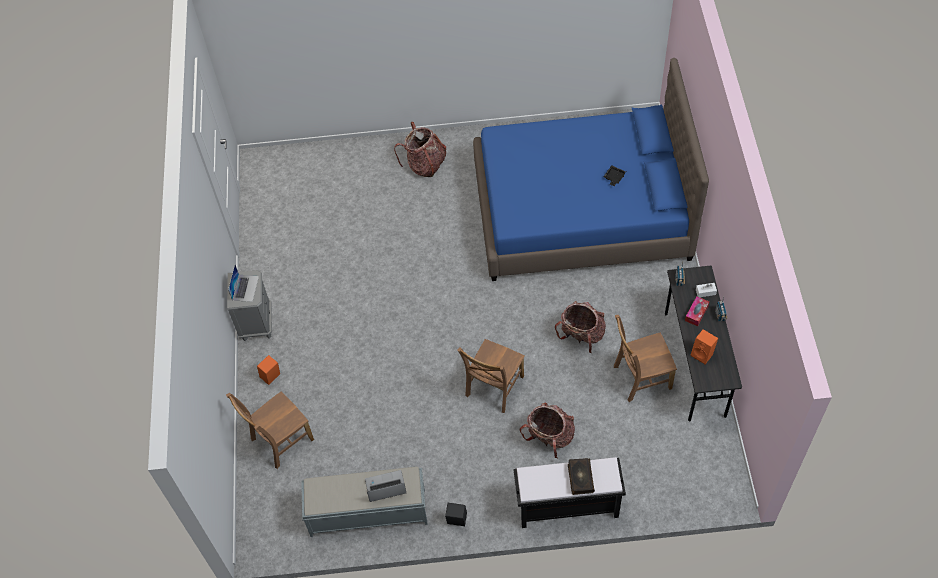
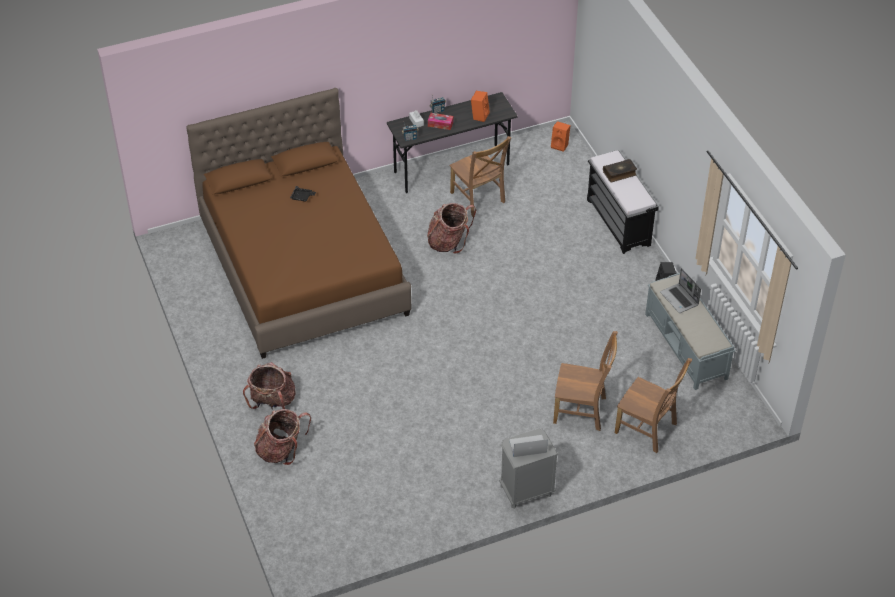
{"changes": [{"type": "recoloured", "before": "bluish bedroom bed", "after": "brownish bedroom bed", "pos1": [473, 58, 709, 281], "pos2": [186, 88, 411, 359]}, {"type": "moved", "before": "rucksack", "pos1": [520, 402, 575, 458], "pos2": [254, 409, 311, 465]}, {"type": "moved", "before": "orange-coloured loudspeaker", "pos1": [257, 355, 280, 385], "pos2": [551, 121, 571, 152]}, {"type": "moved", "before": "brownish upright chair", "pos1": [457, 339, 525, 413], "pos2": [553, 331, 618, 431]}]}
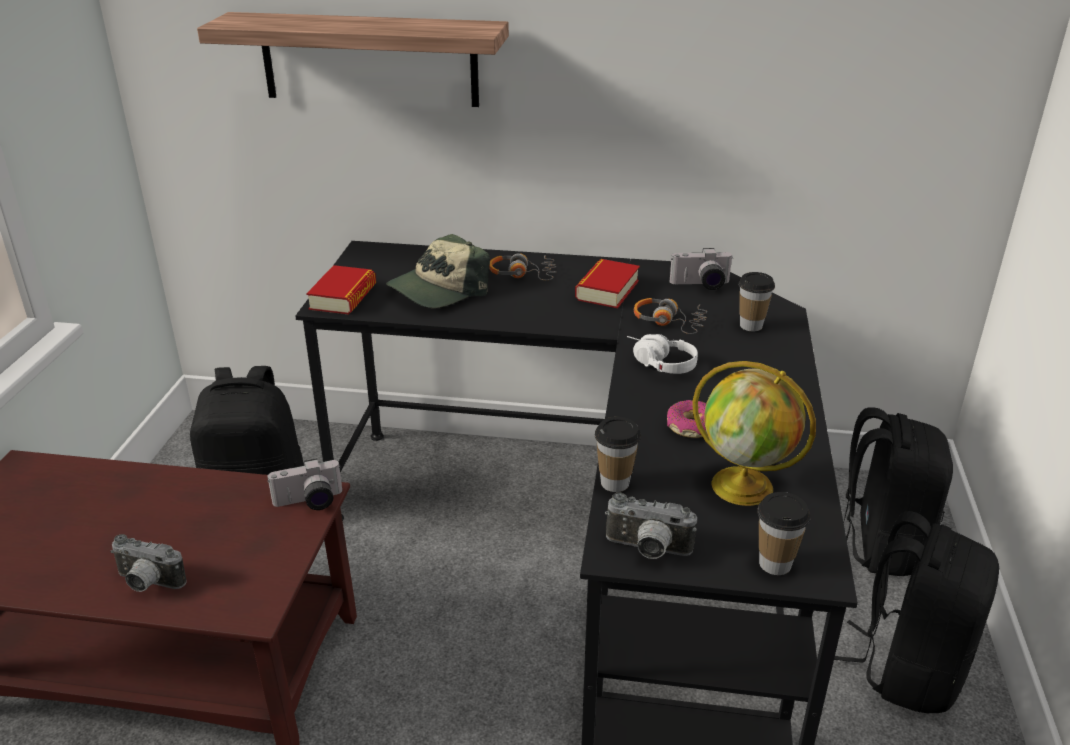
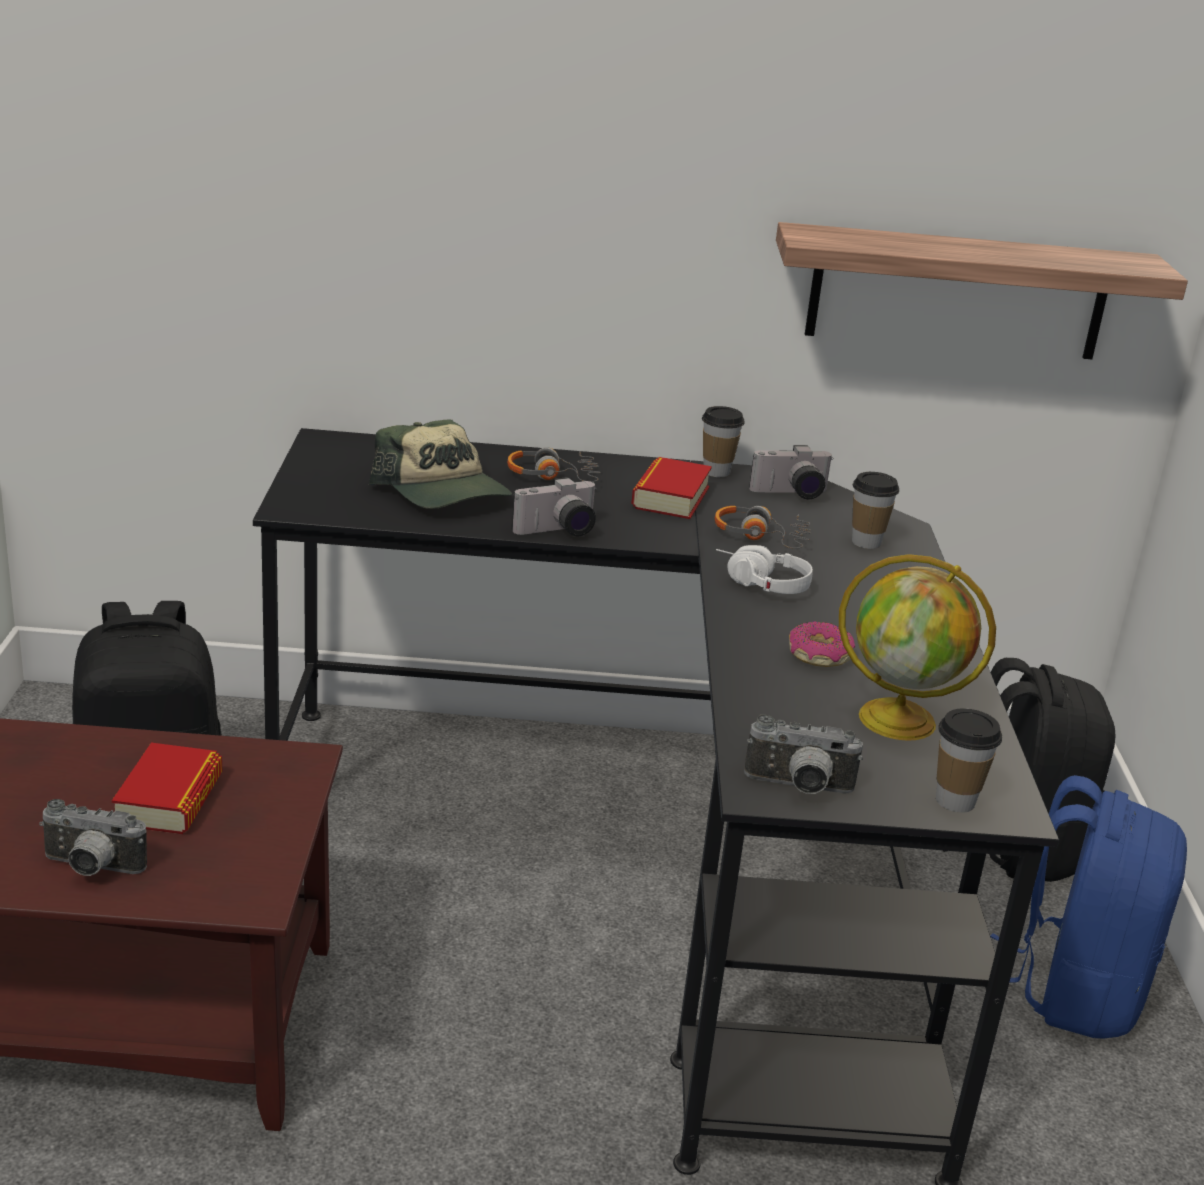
{"changes": [{"type": "moved", "before": "book", "pos1": [306, 265, 376, 315], "pos2": [112, 743, 222, 834]}, {"type": "turned", "before": "baseball cap", "pos1": [386, 234, 490, 308], "pos2": [369, 419, 512, 509], "turn": -75}, {"type": "moved", "before": "still camera", "pos1": [267, 458, 342, 510], "pos2": [512, 477, 597, 536]}, {"type": "moved", "before": "small cup", "pos1": [595, 417, 641, 492], "pos2": [702, 406, 745, 477]}, {"type": "moved", "before": "shelf", "pos1": [197, 12, 509, 107], "pos2": [776, 222, 1188, 359]}, {"type": "recoloured", "before": "blackish rucksack", "after": "bluish rucksack", "pos1": [834, 511, 999, 713], "pos2": [990, 775, 1187, 1038]}]}
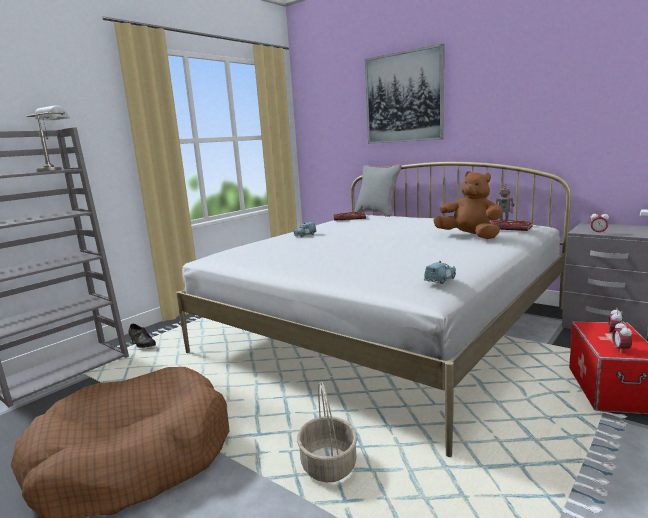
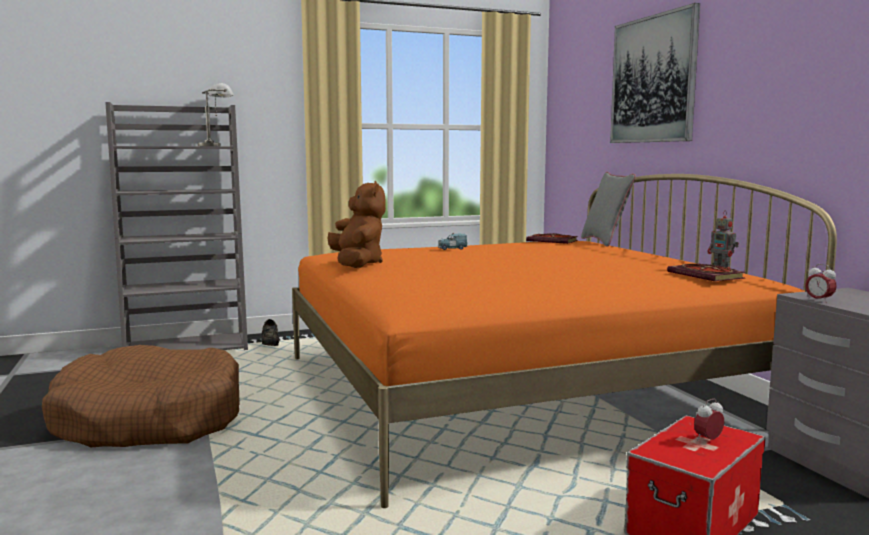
{"changes": [{"type": "recoloured", "before": "white bedroom bed", "after": "orange-coloured bedroom bed", "pos1": [176, 162, 571, 457], "pos2": [292, 174, 837, 508]}, {"type": "moved", "before": "brownish plush toy", "pos1": [433, 171, 503, 239], "pos2": [327, 181, 386, 268]}, {"type": "removed", "before": "basket", "pos1": [297, 382, 357, 482]}, {"type": "removed", "before": "bluish toy car", "pos1": [424, 261, 456, 284]}, {"type": "removed", "before": "alarm clock", "pos1": [612, 321, 632, 354]}]}
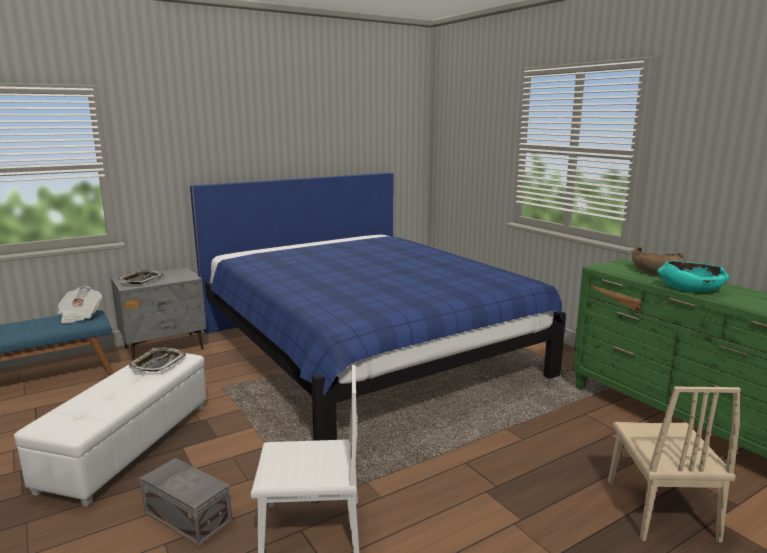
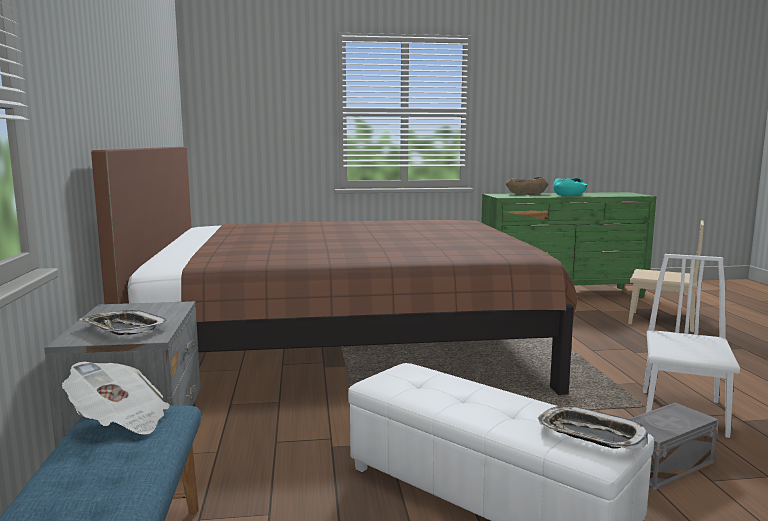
{"changes": [{"type": "recoloured", "before": "bluish bedroom bed", "after": "brownish bedroom bed", "pos1": [190, 173, 566, 441], "pos2": [91, 147, 578, 395]}, {"type": "moved", "before": "carrying tray", "pos1": [129, 347, 186, 373], "pos2": [537, 406, 648, 449]}]}
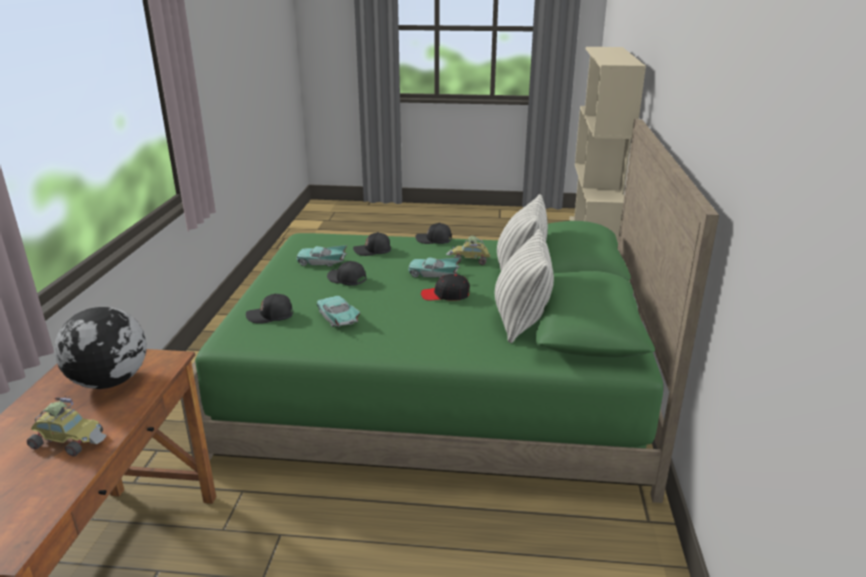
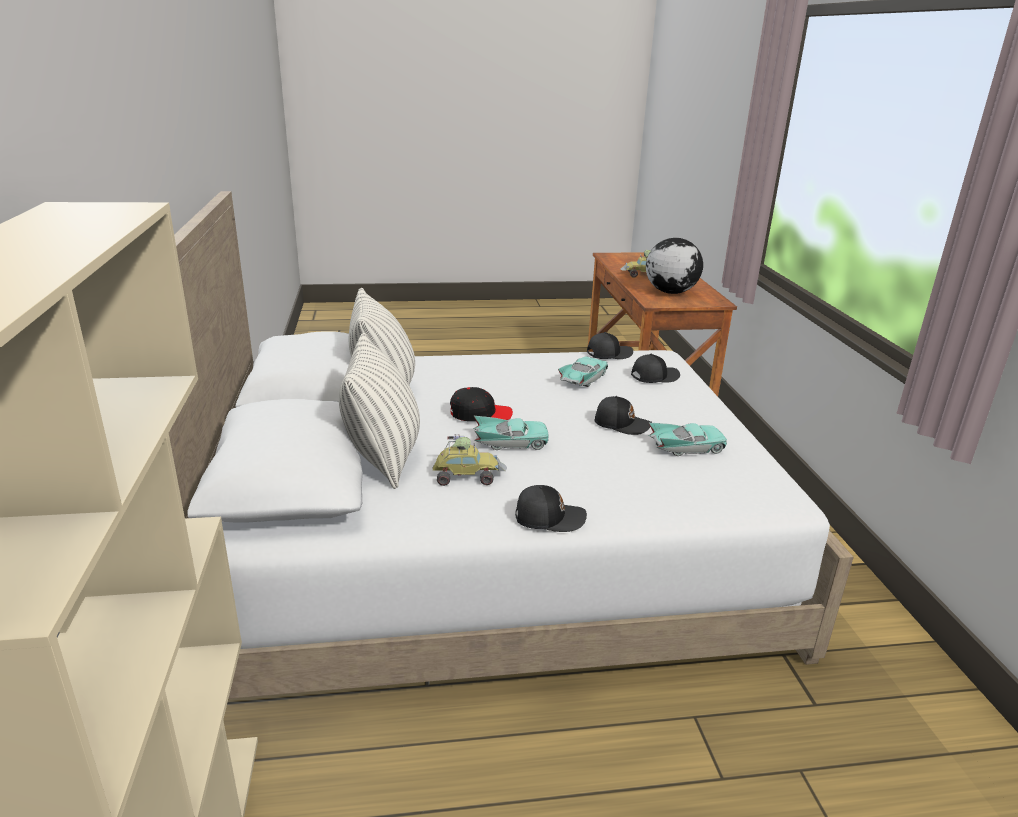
{"changes": [{"type": "recoloured", "before": "greenish bedroom bed", "after": "white bedroom bed", "pos1": [181, 119, 719, 503], "pos2": [169, 191, 854, 699]}, {"type": "turned", "before": "turquoise toy car", "pos1": [317, 296, 360, 327], "pos2": [558, 357, 608, 387], "turn": -105}, {"type": "moved", "before": "blackish baseball cap", "pos1": [353, 232, 391, 256], "pos2": [587, 332, 633, 359]}]}
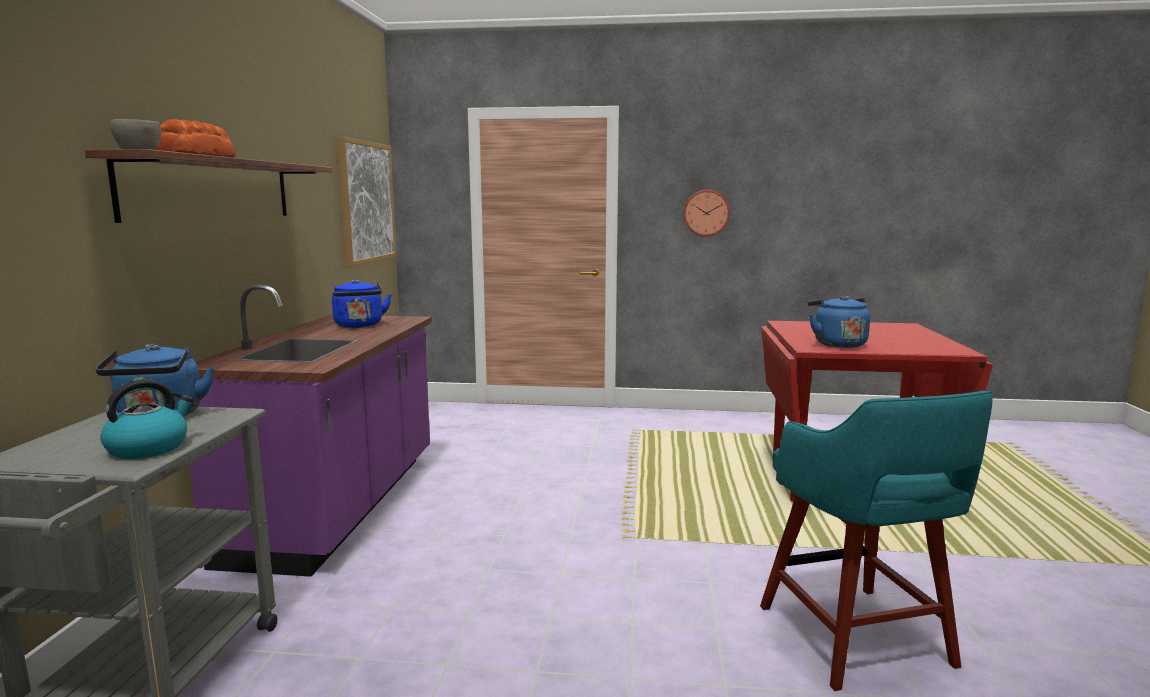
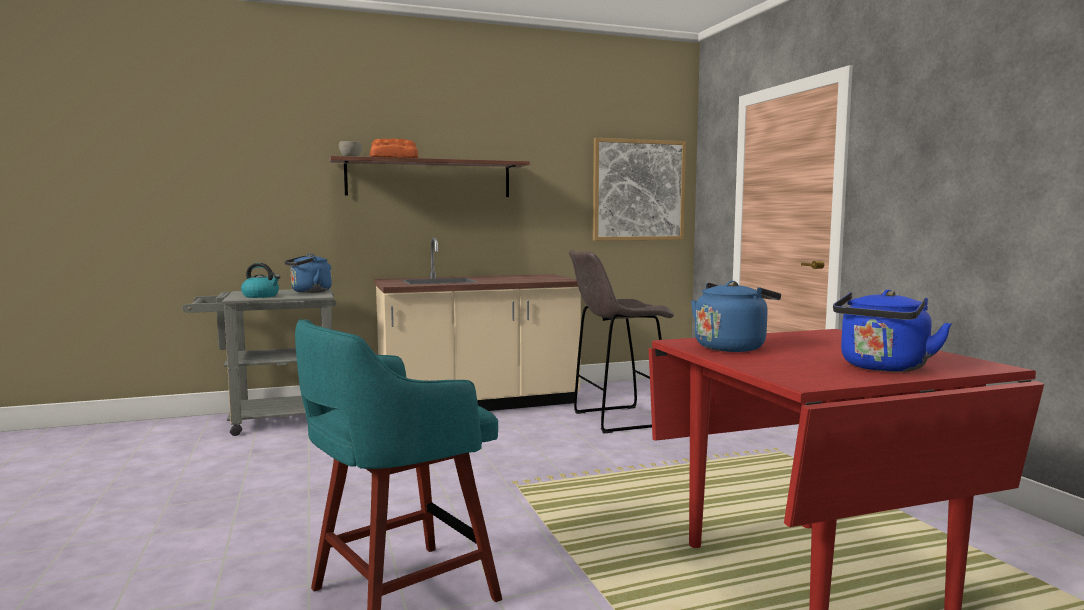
{"changes": [{"type": "recoloured", "before": "purplish kitchen base unit", "after": "beige kitchen base unit", "pos1": [189, 284, 432, 577], "pos2": [374, 237, 581, 411]}, {"type": "added", "after": "grey stool seat", "pos2": [569, 250, 674, 433]}, {"type": "moved", "before": "bluish kettle", "pos1": [332, 279, 392, 328], "pos2": [833, 290, 952, 372]}, {"type": "removed", "before": "hanging clock", "pos1": [683, 190, 730, 236]}]}
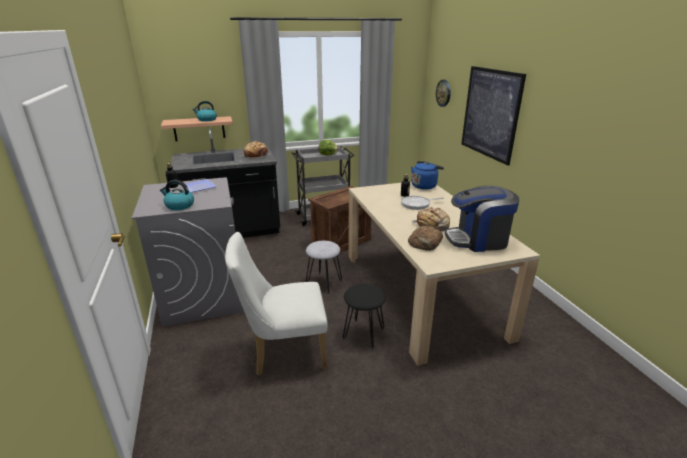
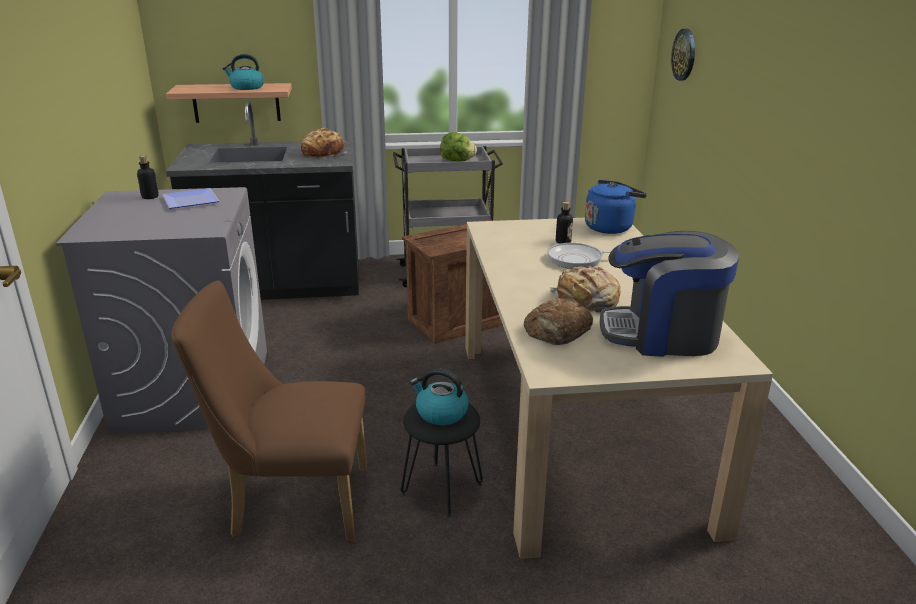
{"changes": [{"type": "recoloured", "before": "white upright chair", "after": "brownish upright chair", "pos1": [225, 232, 328, 375], "pos2": [171, 280, 367, 542]}, {"type": "moved", "before": "kettle", "pos1": [160, 180, 194, 210], "pos2": [410, 368, 469, 425]}, {"type": "removed", "before": "grey stool seat", "pos1": [306, 241, 342, 294]}, {"type": "removed", "before": "wall art", "pos1": [461, 66, 526, 165]}]}
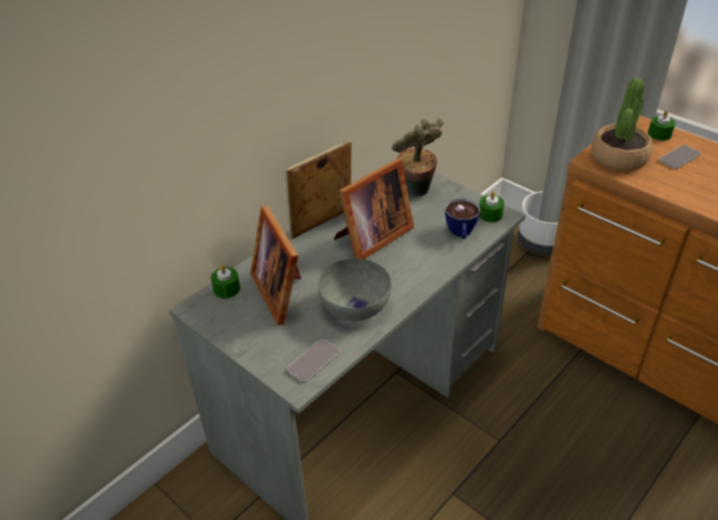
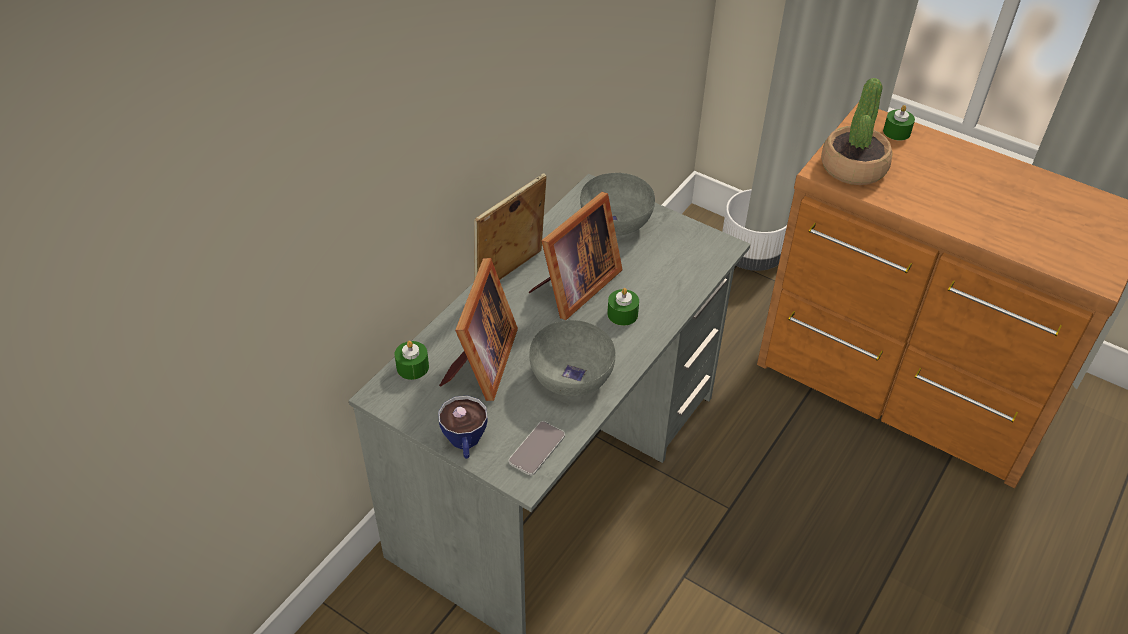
{"changes": [{"type": "moved", "before": "small cup", "pos1": [445, 198, 481, 239], "pos2": [438, 395, 488, 459]}, {"type": "turned", "before": "photo frame", "pos1": [250, 206, 301, 325], "pos2": [439, 258, 518, 401], "turn": -135}, {"type": "replaced", "before": "potted plant", "after": "grey serving bowl", "pos1": [392, 118, 444, 196], "pos2": [580, 173, 655, 235]}, {"type": "moved", "before": "greenish candle", "pos1": [479, 191, 504, 222], "pos2": [607, 288, 639, 326]}, {"type": "removed", "before": "telephone", "pos1": [659, 145, 701, 169]}]}
